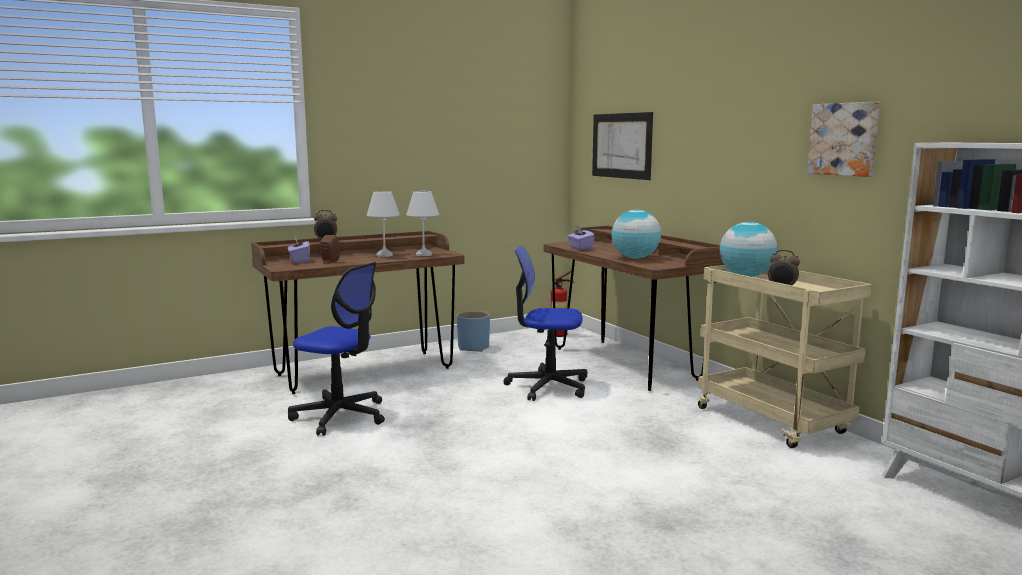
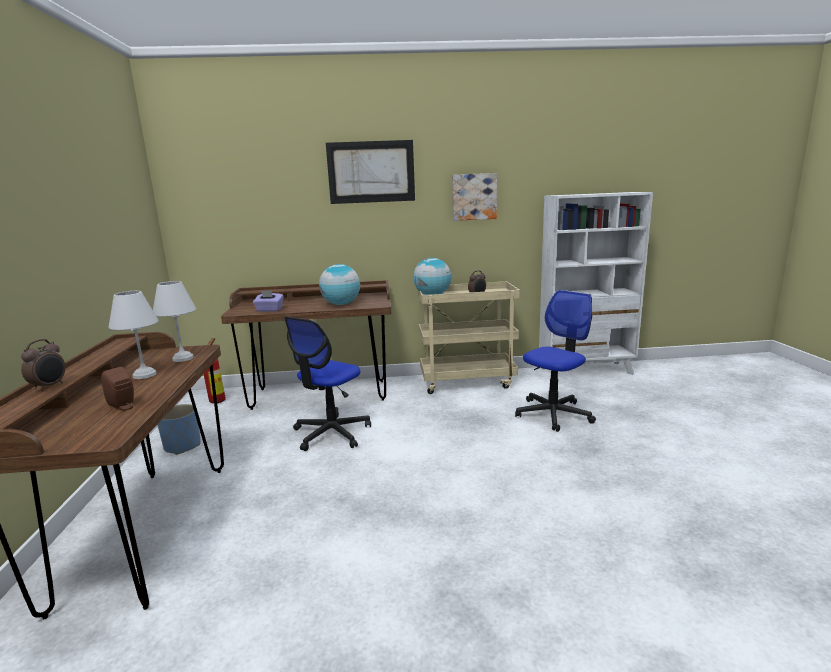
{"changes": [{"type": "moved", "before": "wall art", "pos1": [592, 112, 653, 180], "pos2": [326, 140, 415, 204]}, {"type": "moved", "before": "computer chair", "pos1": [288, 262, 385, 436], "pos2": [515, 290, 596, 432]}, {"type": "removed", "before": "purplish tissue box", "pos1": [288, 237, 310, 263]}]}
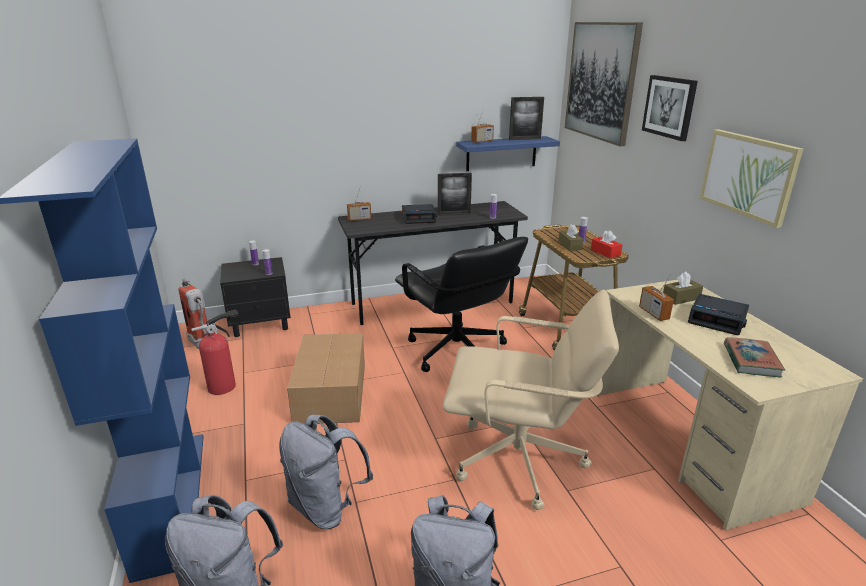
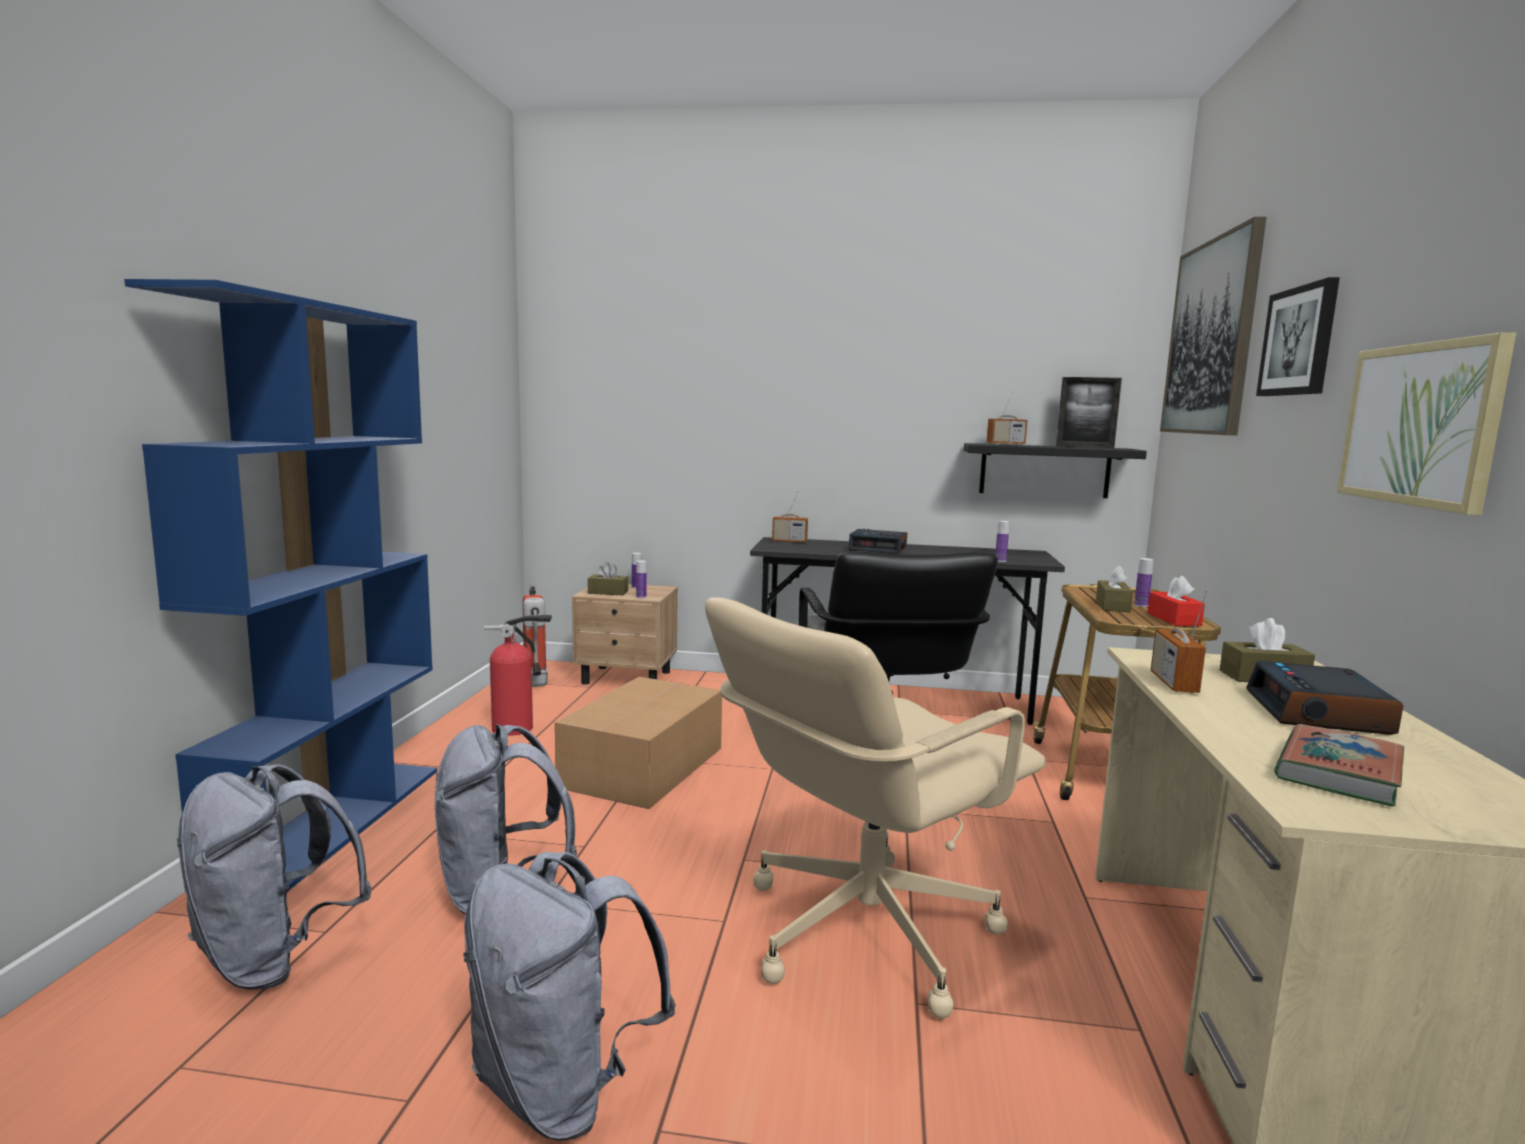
{"changes": [{"type": "recoloured", "before": "blackish night table", "after": "beige night table", "pos1": [220, 257, 291, 337], "pos2": [572, 584, 678, 685]}, {"type": "added", "after": "brownish tissue box", "pos2": [588, 562, 628, 595]}, {"type": "turned", "before": "beige computer chair", "pos1": [443, 290, 619, 510], "pos2": [705, 597, 1046, 1018], "turn": 105}, {"type": "recoloured", "before": "bluish shelf", "after": "blackish shelf", "pos1": [456, 136, 560, 171], "pos2": [964, 443, 1147, 498]}, {"type": "turned", "before": "alarm clock", "pos1": [688, 294, 749, 335], "pos2": [1246, 661, 1403, 735], "turn": 45}, {"type": "removed", "before": "photo frame", "pos1": [438, 173, 472, 216]}]}
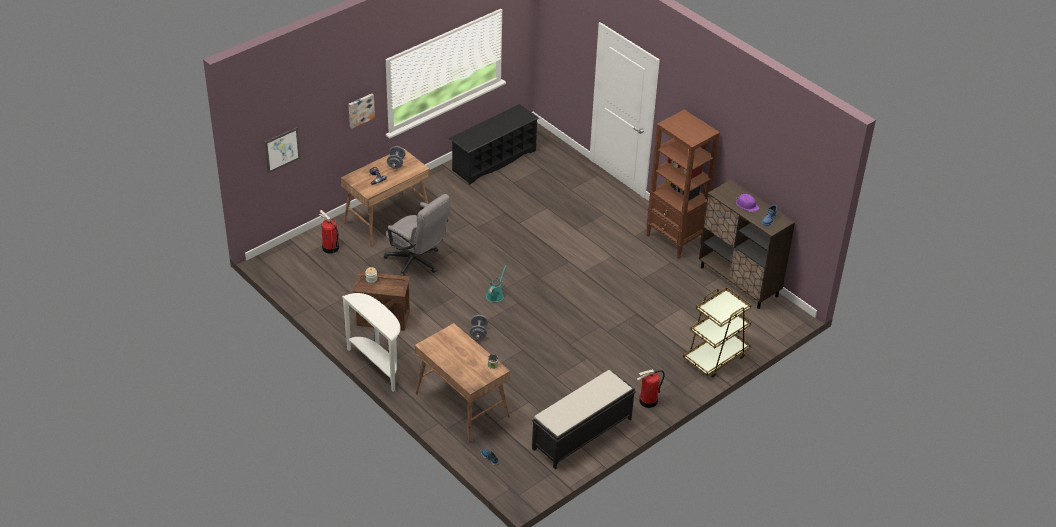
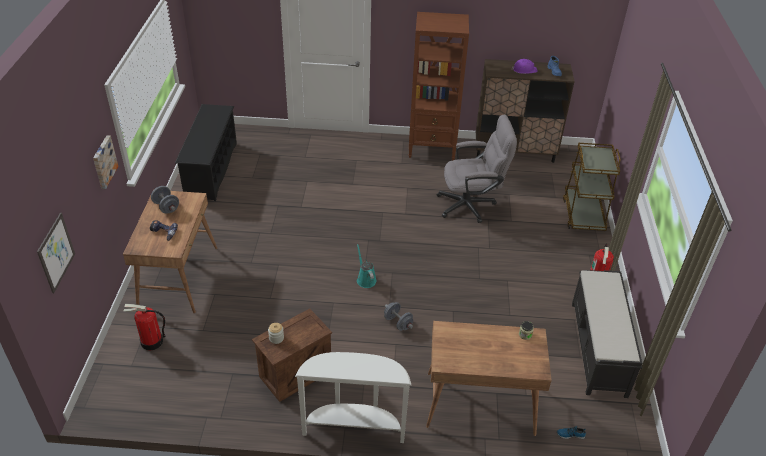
{"changes": [{"type": "moved", "before": "grey computer chair", "pos1": [384, 194, 450, 276], "pos2": [437, 115, 517, 223]}]}
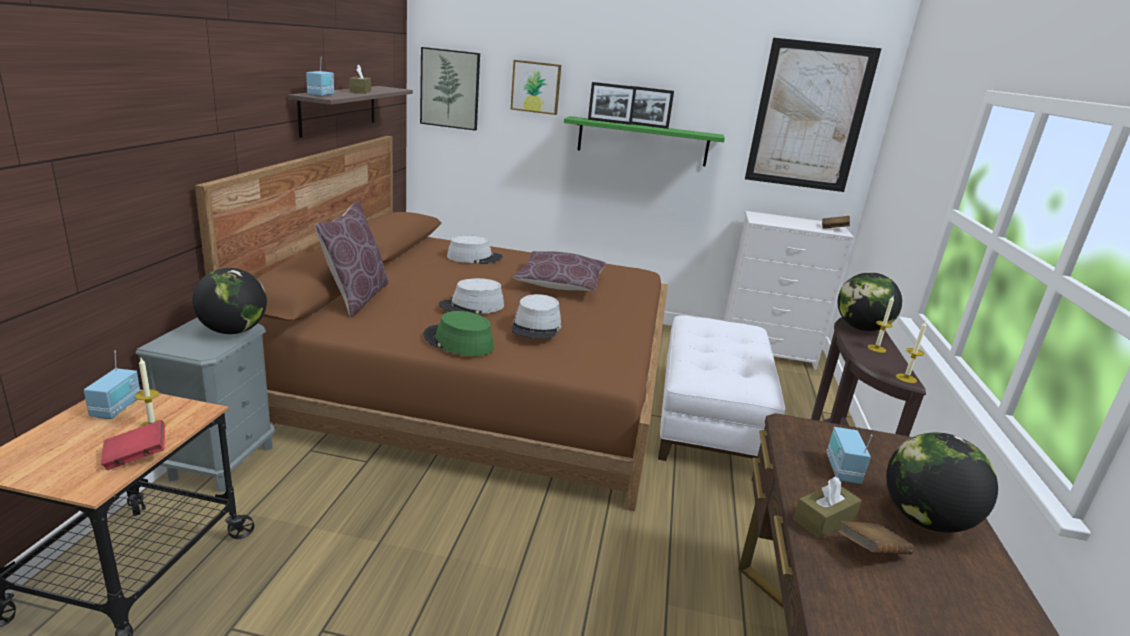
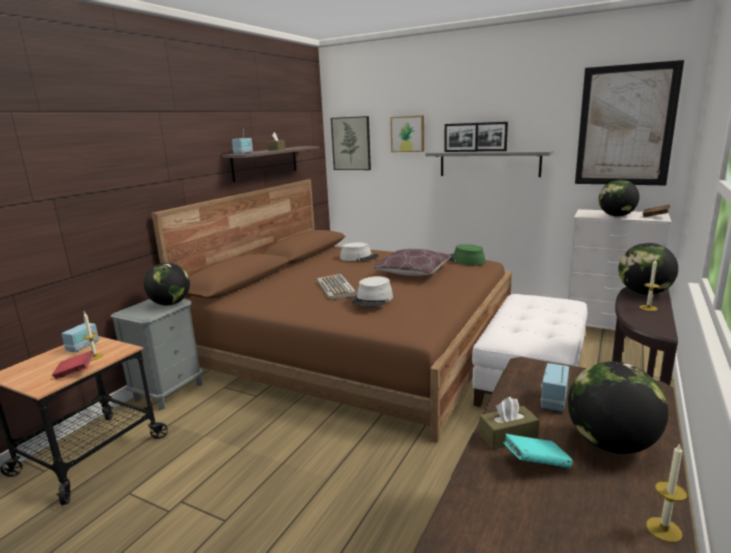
{"changes": [{"type": "replaced", "before": "grey wearable hat", "after": "computer keyboard", "pos1": [439, 278, 504, 315], "pos2": [317, 274, 357, 300]}, {"type": "recoloured", "before": "greenish shelf", "after": "grey shelf", "pos1": [564, 116, 725, 166], "pos2": [426, 150, 553, 177]}, {"type": "moved", "before": "greenish wearable hat", "pos1": [424, 311, 494, 356], "pos2": [448, 244, 486, 265]}, {"type": "recoloured", "before": "brownish book", "after": "turquoise book", "pos1": [838, 521, 914, 554], "pos2": [503, 434, 573, 468]}, {"type": "added", "after": "globe", "pos2": [599, 180, 640, 216]}, {"type": "moved", "before": "candle", "pos1": [896, 321, 926, 383], "pos2": [646, 443, 687, 542]}, {"type": "removed", "before": "brownish cushion", "pos1": [315, 202, 389, 318]}]}
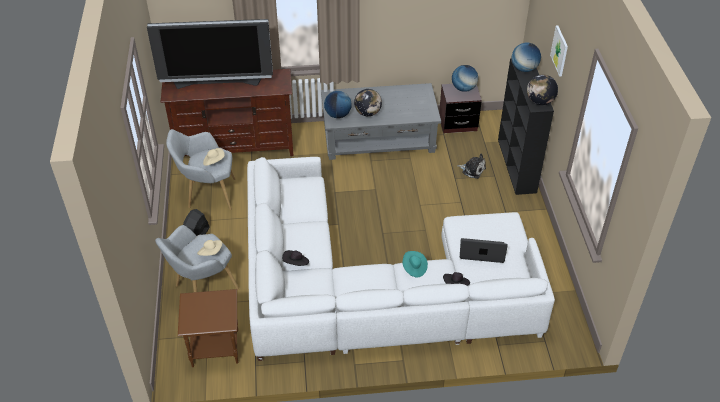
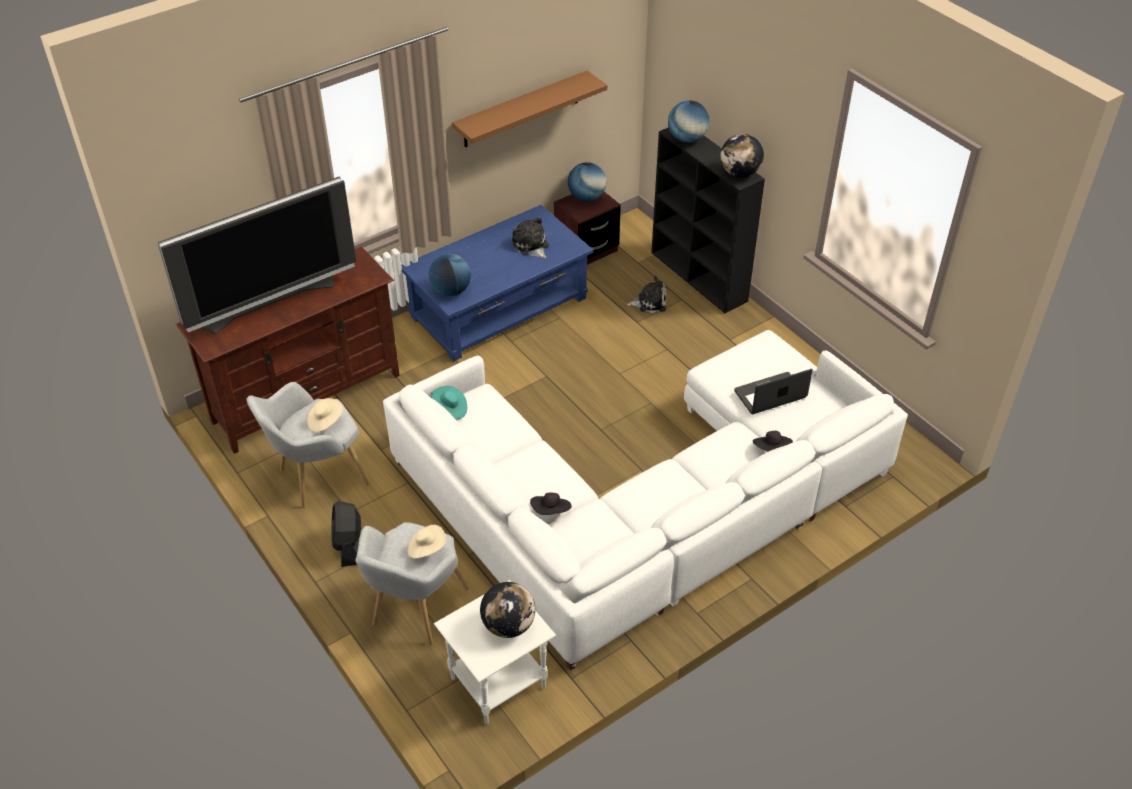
{"changes": [{"type": "recoloured", "before": "grey low table", "after": "bluish low table", "pos1": [321, 83, 441, 160], "pos2": [401, 205, 593, 362]}, {"type": "moved", "before": "turquoise wearable hat", "pos1": [403, 251, 428, 277], "pos2": [431, 386, 467, 419]}, {"type": "recoloured", "before": "brownish accent table", "after": "white accent table", "pos1": [178, 289, 238, 367], "pos2": [434, 580, 556, 724]}, {"type": "added", "after": "brownish shelf", "pos2": [452, 71, 607, 147]}, {"type": "moved", "before": "globe", "pos1": [354, 89, 382, 117], "pos2": [480, 582, 535, 638]}, {"type": "added", "after": "plush toy", "pos2": [512, 217, 549, 259]}, {"type": "removed", "before": "wall art", "pos1": [550, 25, 568, 77]}]}
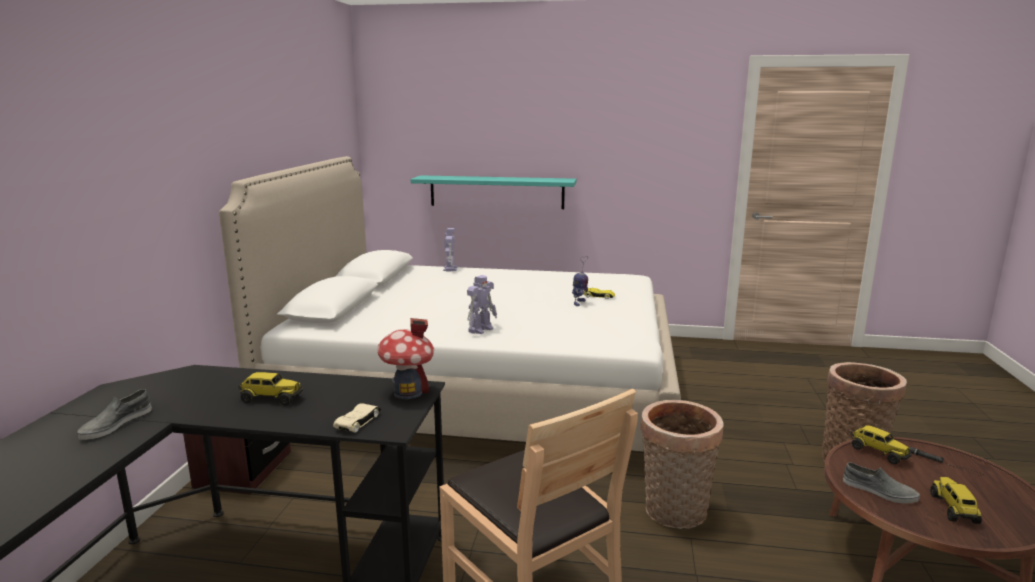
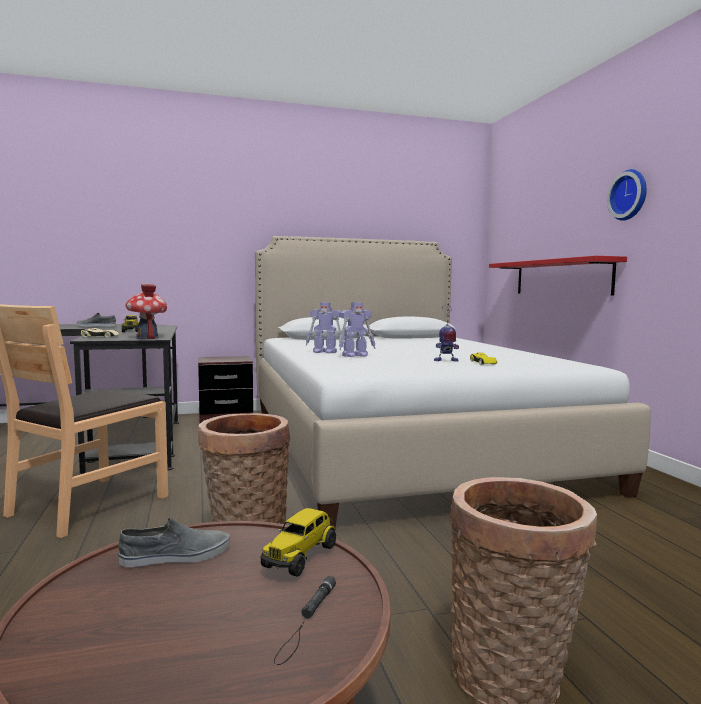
{"changes": [{"type": "turned", "before": "grey low shoe", "pos1": [843, 462, 920, 504], "pos2": [118, 517, 230, 567], "turn": -120}, {"type": "moved", "before": "model robot", "pos1": [443, 228, 457, 272], "pos2": [339, 302, 375, 357]}, {"type": "recoloured", "before": "turquoise shelf", "after": "reddish shelf", "pos1": [411, 175, 576, 209], "pos2": [489, 256, 627, 295]}, {"type": "added", "after": "hanging clock", "pos2": [607, 169, 647, 221]}, {"type": "removed", "before": "model truck", "pos1": [930, 477, 982, 524]}]}
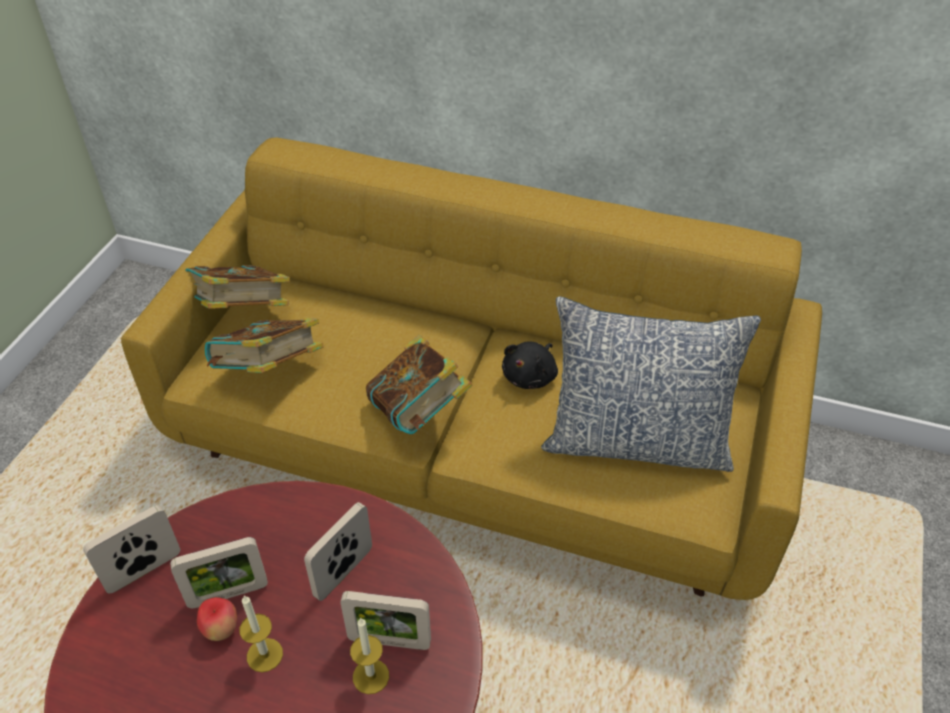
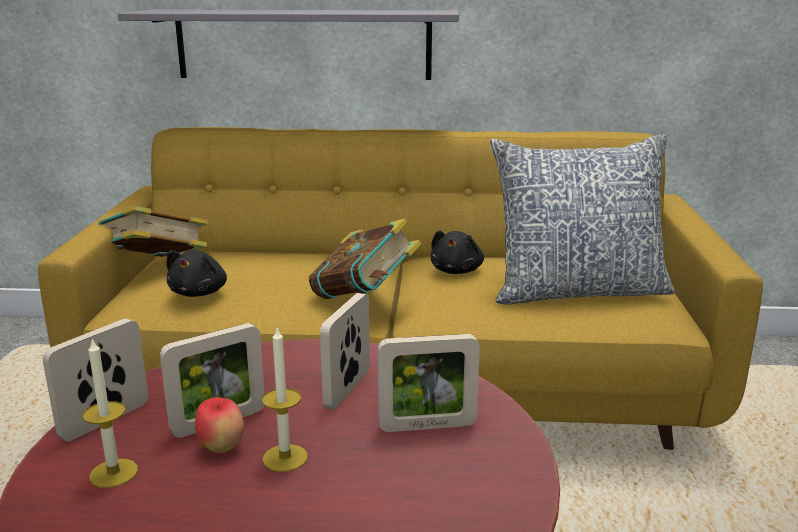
{"changes": [{"type": "moved", "before": "candle", "pos1": [350, 617, 389, 694], "pos2": [82, 339, 138, 488]}, {"type": "added", "after": "grey shelf", "pos2": [118, 10, 459, 80]}, {"type": "replaced", "before": "book", "after": "blackish plush toy", "pos1": [205, 318, 324, 373], "pos2": [166, 250, 227, 297]}]}
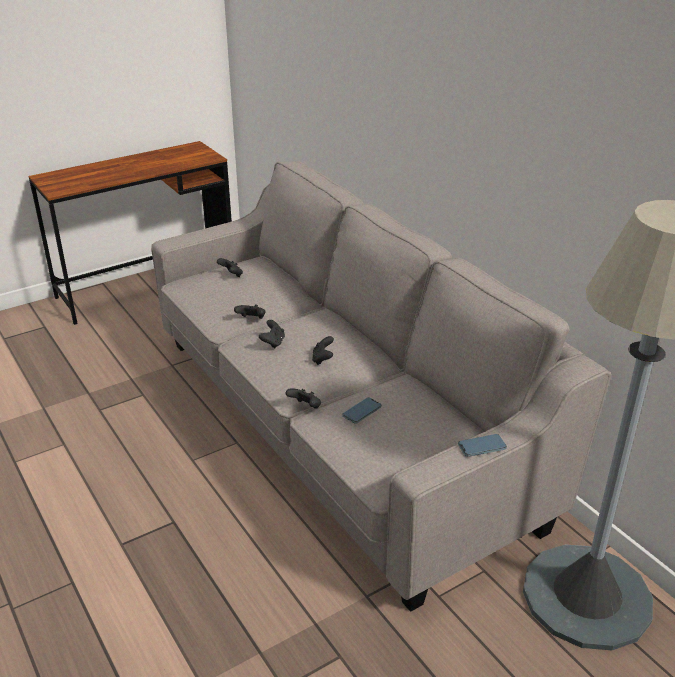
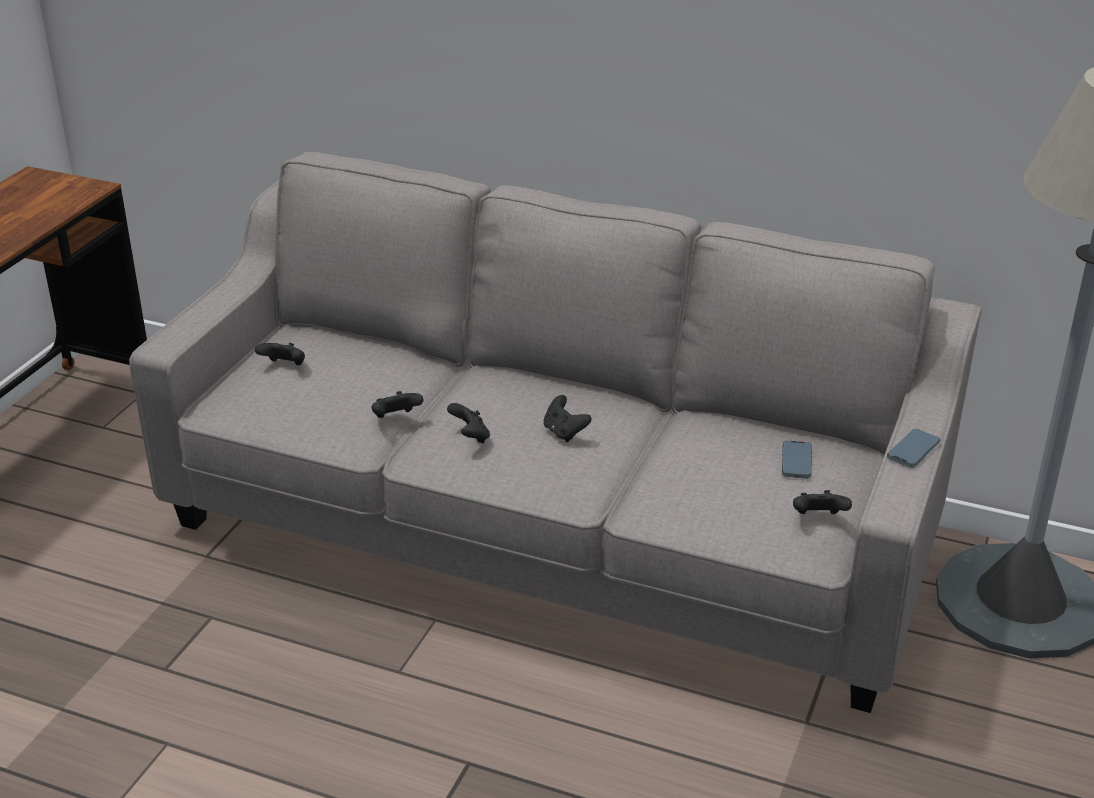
{"changes": [{"type": "moved", "before": "telephone", "pos1": [343, 397, 382, 424], "pos2": [782, 440, 812, 479]}, {"type": "moved", "before": "blackish game controller", "pos1": [286, 388, 321, 409], "pos2": [793, 490, 852, 514]}]}
